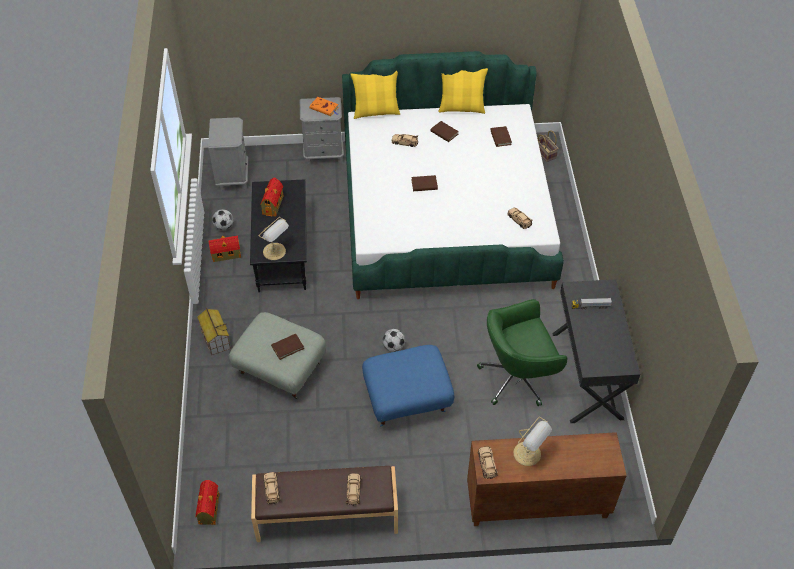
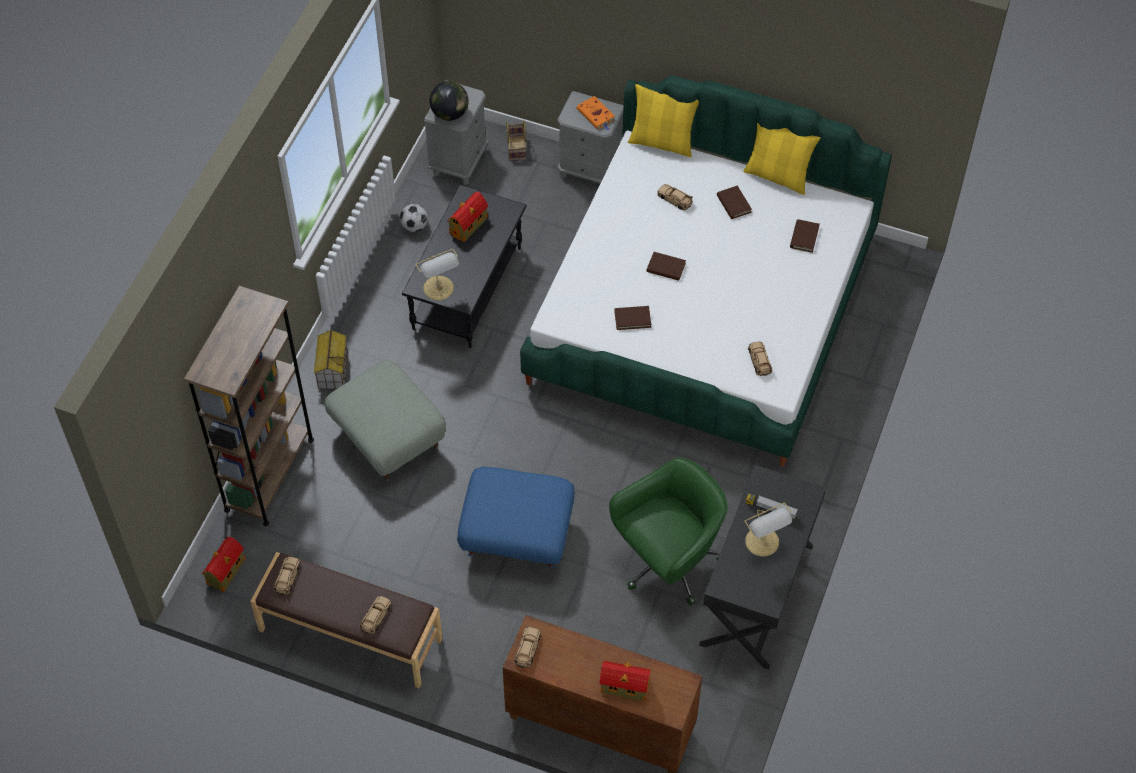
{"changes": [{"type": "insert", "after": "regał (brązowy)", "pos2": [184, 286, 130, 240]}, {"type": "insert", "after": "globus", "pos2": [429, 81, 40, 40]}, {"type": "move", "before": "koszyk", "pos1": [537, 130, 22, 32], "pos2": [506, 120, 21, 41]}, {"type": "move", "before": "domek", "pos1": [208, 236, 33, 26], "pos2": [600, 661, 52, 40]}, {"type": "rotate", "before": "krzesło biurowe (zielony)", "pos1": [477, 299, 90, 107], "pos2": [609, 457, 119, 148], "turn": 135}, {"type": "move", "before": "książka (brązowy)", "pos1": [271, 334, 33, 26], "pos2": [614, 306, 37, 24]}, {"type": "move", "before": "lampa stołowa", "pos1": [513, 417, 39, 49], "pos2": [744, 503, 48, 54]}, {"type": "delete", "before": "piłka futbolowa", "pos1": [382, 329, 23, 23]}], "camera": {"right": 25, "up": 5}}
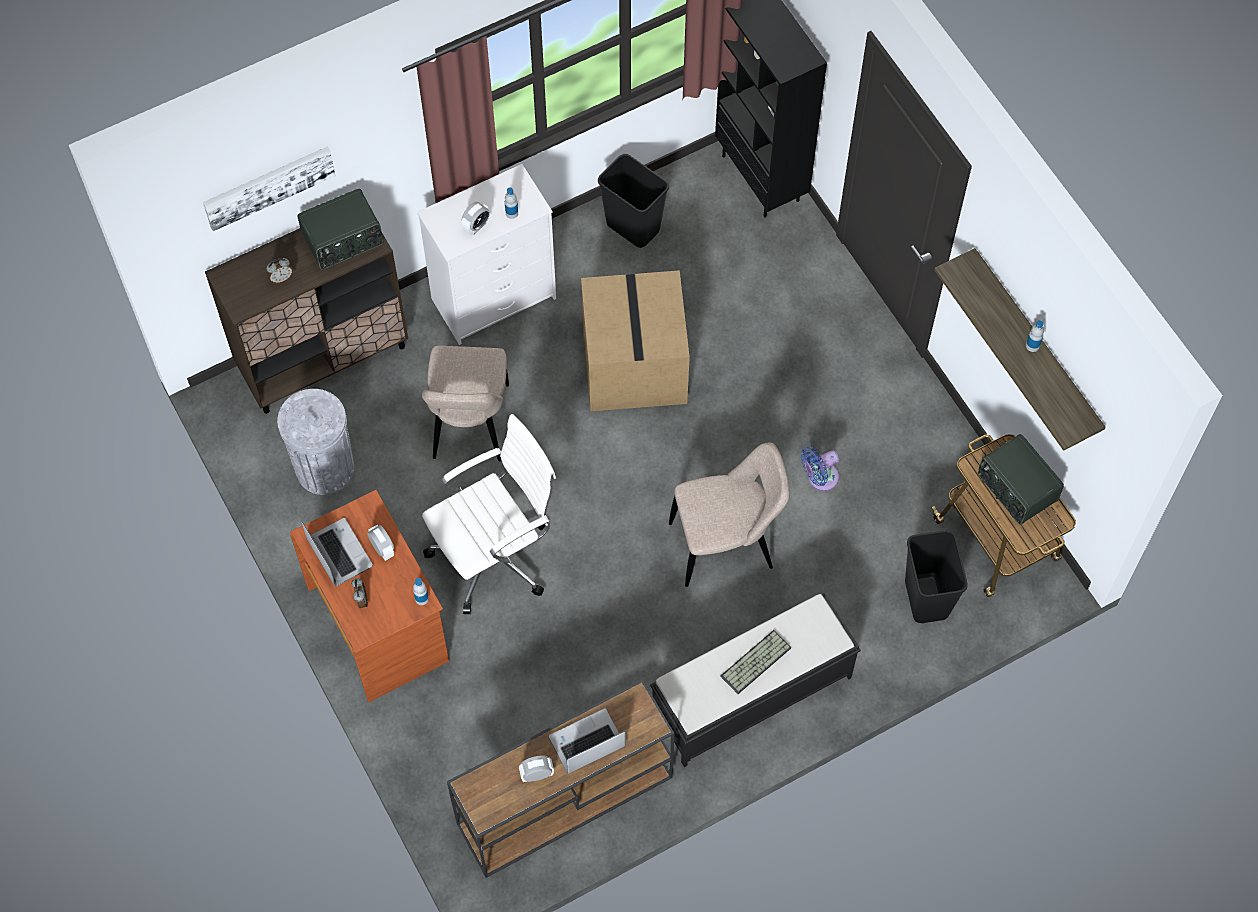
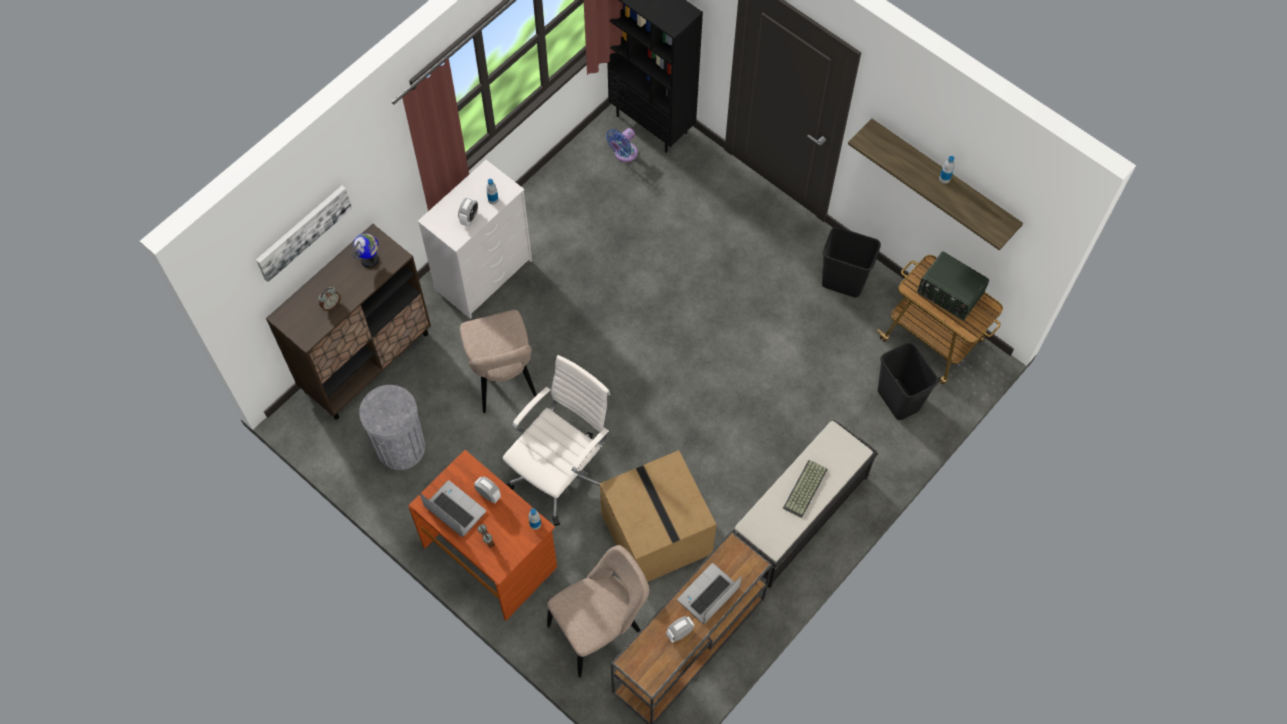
{"changes": [{"type": "replace", "before": "radio", "after": "globus", "pos1": [298, 189, 85, 81], "pos2": [353, 233, 26, 35]}, {"type": "move", "before": "krzesło (beżowy)", "pos1": [669, 443, 120, 144], "pos2": [547, 545, 102, 132]}, {"type": "move", "before": "karton", "pos1": [581, 270, 109, 141], "pos2": [600, 450, 117, 132]}, {"type": "move", "before": "wentylator (niebieski)", "pos1": [801, 447, 38, 44], "pos2": [606, 128, 32, 34]}, {"type": "move", "before": "kosz na śmieci (czarny)", "pos1": [598, 154, 71, 94], "pos2": [822, 227, 59, 71]}], "camera": {"right": -20, "up": 0}}
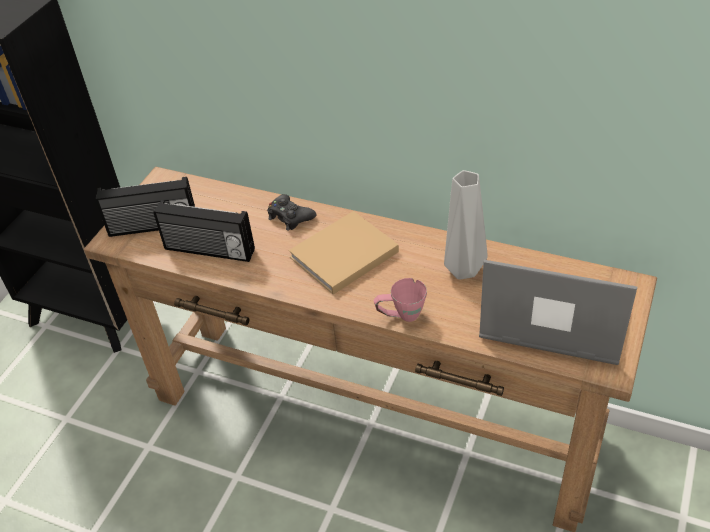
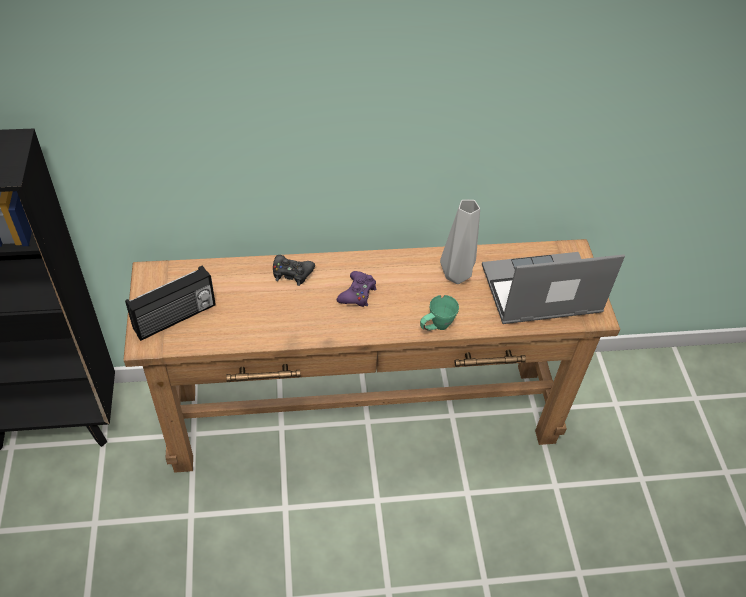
{"changes": [{"type": "replace", "before": "książka (beżowy)", "after": "pad do gier (fioletowy)", "pos1": [289, 211, 110, 84], "pos2": [337, 271, 39, 36]}, {"type": "recolor", "before": "kubek (różowy)", "after": "kubek (zielony)", "pos1": [374, 278, 53, 44], "pos2": [420, 295, 39, 36]}, {"type": "delete", "before": "radio", "pos1": [153, 200, 102, 62]}], "camera": {"right": -35, "up": 5}}
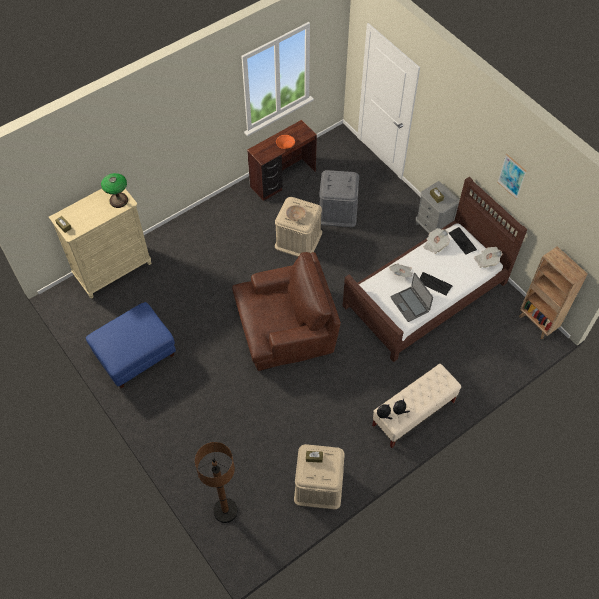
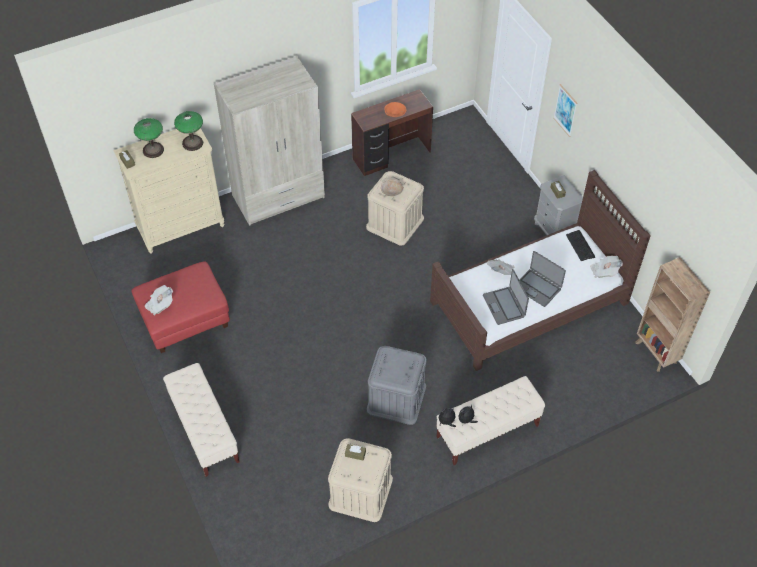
{"changes": [{"type": "recolor", "before": "pufa (niebieski)", "after": "pufa (czerwony)", "pos1": [86, 302, 90, 86], "pos2": [132, 261, 98, 92]}, {"type": "insert", "after": "lampa stołowa", "pos2": [134, 118, 30, 40]}, {"type": "move", "before": "gazeta", "pos1": [424, 228, 26, 26], "pos2": [145, 285, 28, 31]}, {"type": "insert", "after": "ławka (beżowy)", "pos2": [163, 363, 77, 114]}, {"type": "insert", "after": "szafa (beżowy)", "pos2": [214, 56, 111, 170]}, {"type": "move", "before": "pojemnik do przechowywania (szary)", "pos1": [319, 170, 40, 57], "pos2": [367, 346, 60, 79]}, {"type": "replace", "before": "klawiatura", "after": "laptop", "pos1": [419, 272, 33, 23], "pos2": [519, 251, 47, 56]}, {"type": "move", "before": "obraz", "pos1": [497, 154, 30, 45], "pos2": [554, 84, 23, 53]}, {"type": "delete", "before": "lampa stojąca (brązowy)", "pos1": [195, 442, 43, 81]}, {"type": "delete", "before": "fotel (brązowy)", "pos1": [232, 252, 109, 119]}], "camera": {"right": 10, "up": -5}}
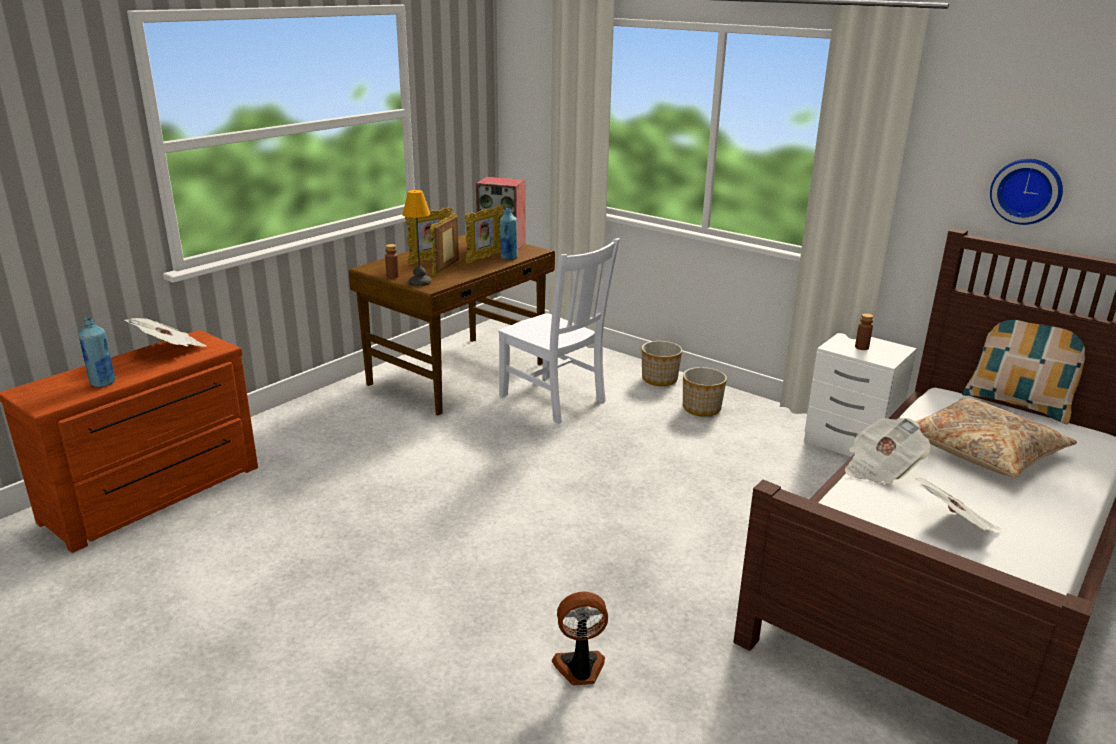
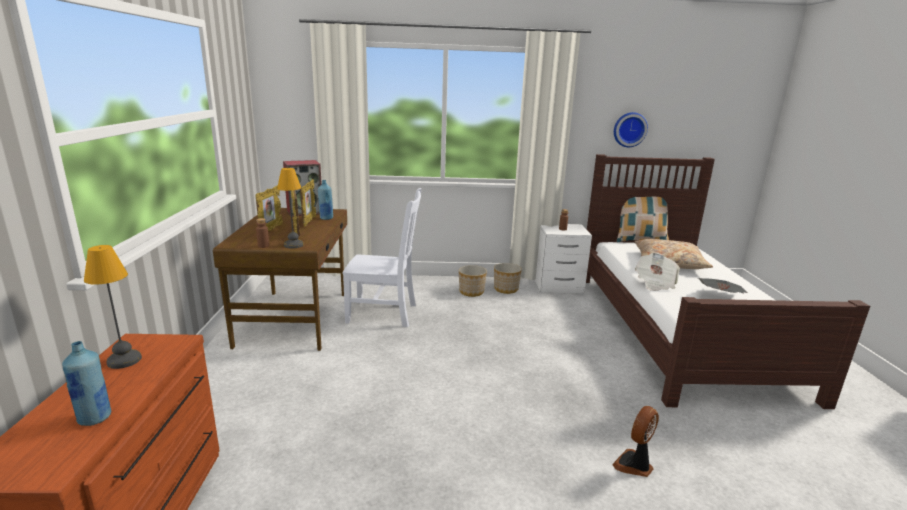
{"changes": [{"type": "replace", "before": "gazeta", "after": "lampa stołowa", "pos1": [125, 318, 82, 29], "pos2": [84, 245, 58, 124]}, {"type": "move", "before": "donica", "pos1": [642, 341, 40, 45], "pos2": [494, 263, 28, 31]}], "camera": {"right": -40, "up": -5}}
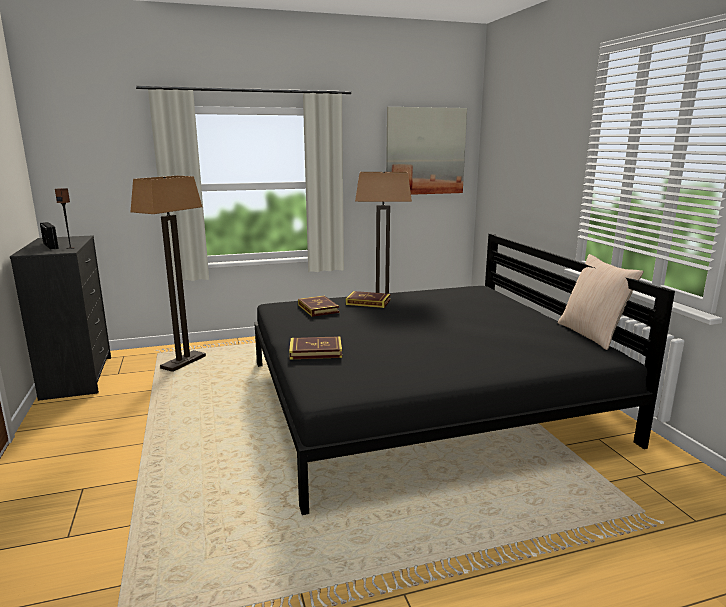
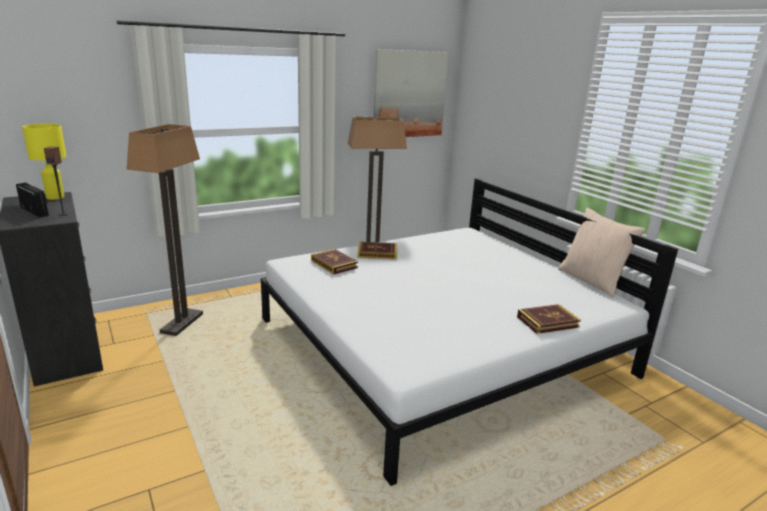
{"changes": [{"type": "insert", "after": "lampa stołowa (żółty)", "pos2": [22, 123, 44, 77]}, {"type": "recolor", "before": "łóżko (czarny)", "after": "łóżko (biały)", "pos1": [254, 233, 421, 282], "pos2": [261, 178, 417, 308]}, {"type": "move", "before": "książka", "pos1": [289, 336, 53, 23], "pos2": [517, 304, 64, 30]}], "camera": {"right": -15, "up": 5}}
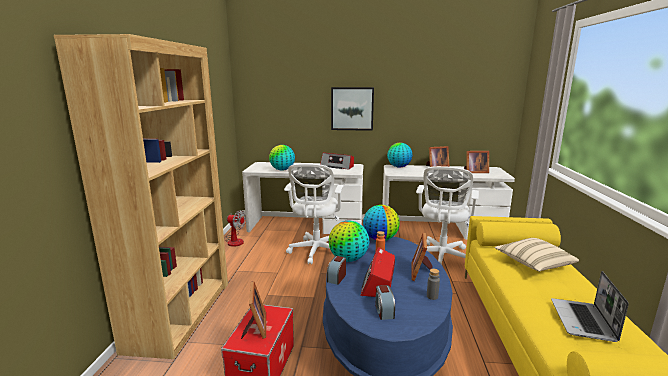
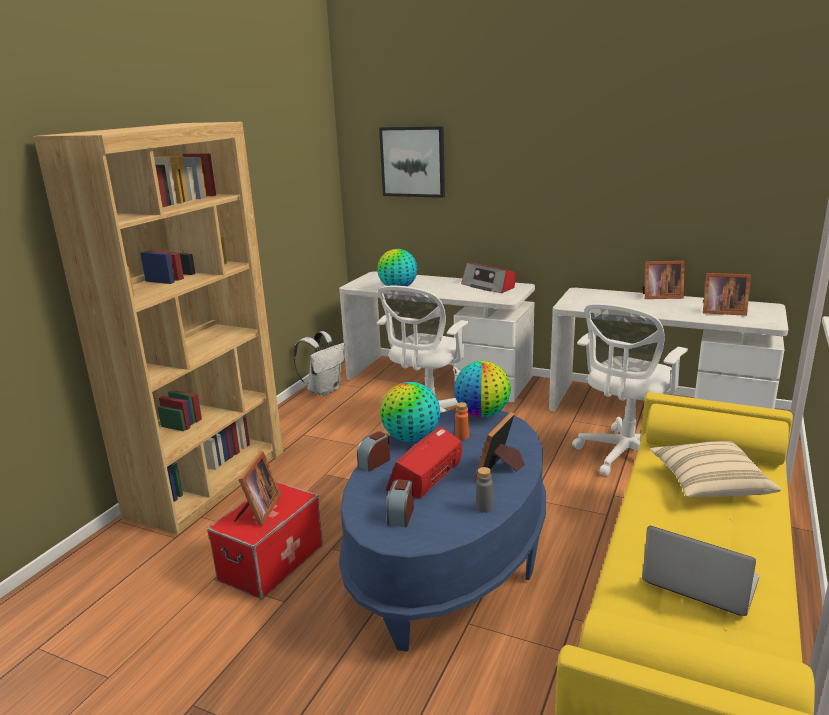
{"changes": [{"type": "replace", "before": "wentylator", "after": "plecak (biały)", "pos1": [226, 210, 20, 37], "pos2": [294, 331, 51, 65]}, {"type": "move", "before": "obraz", "pos1": [331, 87, 43, 44], "pos2": [379, 126, 66, 72]}, {"type": "rotate", "before": "laptop", "pos1": [551, 271, 78, 71], "pos2": [642, 526, 117, 90], "turn": 90}, {"type": "delete", "before": "globus", "pos1": [387, 143, 25, 25]}], "camera": {"right": 20, "up": 5}}
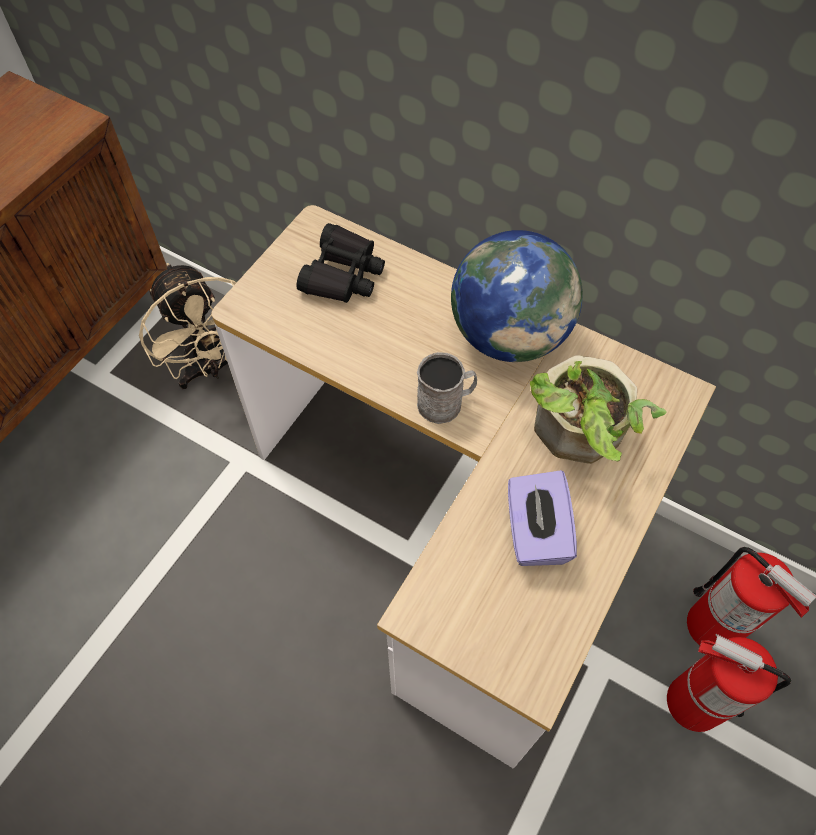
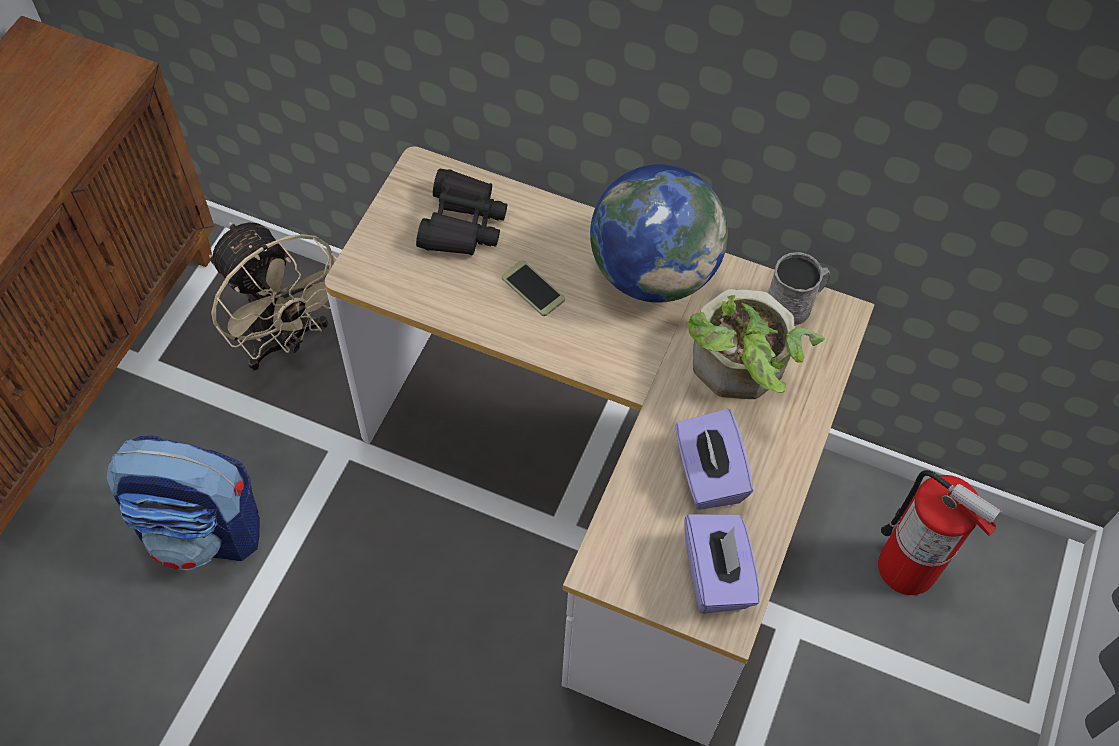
{"changes": [{"type": "insert", "after": "plecak", "pos2": [106, 436, 154, 134]}, {"type": "insert", "after": "telefon", "pos2": [502, 261, 63, 55]}, {"type": "insert", "after": "pudełko chusteczek (fioletowy)", "pos2": [685, 514, 75, 100]}, {"type": "move", "before": "kubek (szary)", "pos1": [417, 352, 60, 72], "pos2": [769, 252, 61, 74]}, {"type": "delete", "before": "gaśnica", "pos1": [667, 634, 124, 98]}], "camera": {"right": -10, "up": 0}}
